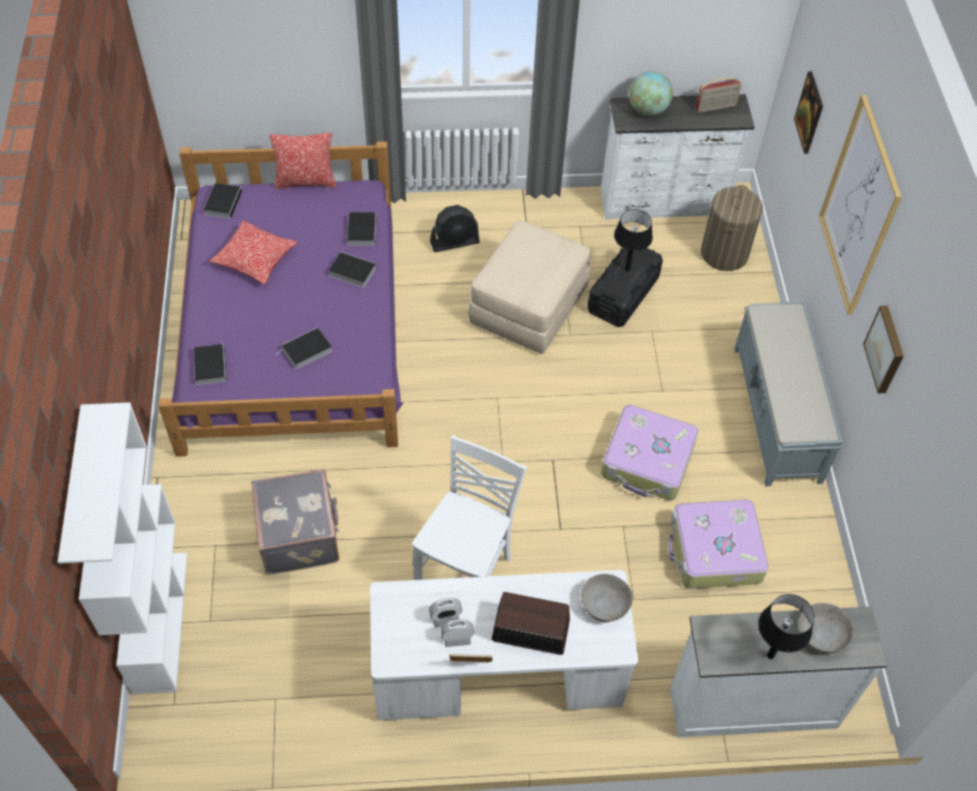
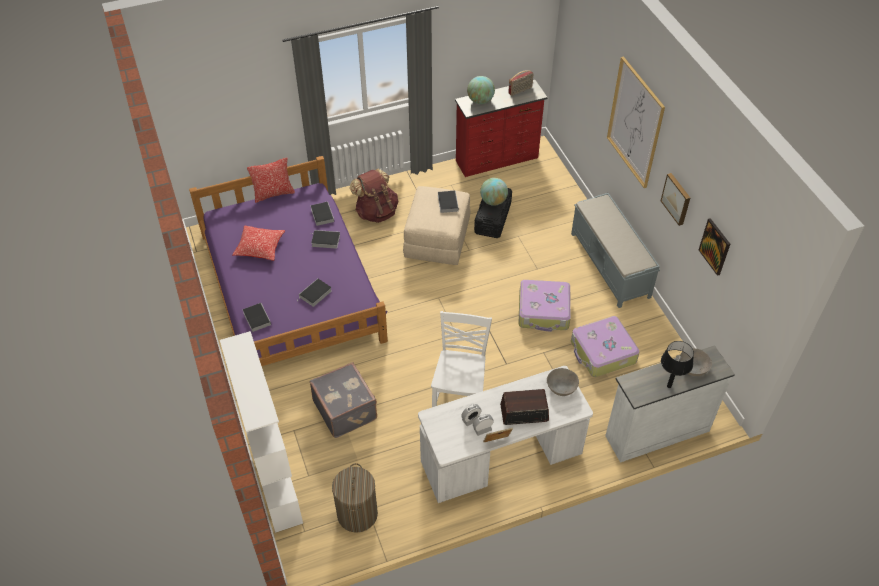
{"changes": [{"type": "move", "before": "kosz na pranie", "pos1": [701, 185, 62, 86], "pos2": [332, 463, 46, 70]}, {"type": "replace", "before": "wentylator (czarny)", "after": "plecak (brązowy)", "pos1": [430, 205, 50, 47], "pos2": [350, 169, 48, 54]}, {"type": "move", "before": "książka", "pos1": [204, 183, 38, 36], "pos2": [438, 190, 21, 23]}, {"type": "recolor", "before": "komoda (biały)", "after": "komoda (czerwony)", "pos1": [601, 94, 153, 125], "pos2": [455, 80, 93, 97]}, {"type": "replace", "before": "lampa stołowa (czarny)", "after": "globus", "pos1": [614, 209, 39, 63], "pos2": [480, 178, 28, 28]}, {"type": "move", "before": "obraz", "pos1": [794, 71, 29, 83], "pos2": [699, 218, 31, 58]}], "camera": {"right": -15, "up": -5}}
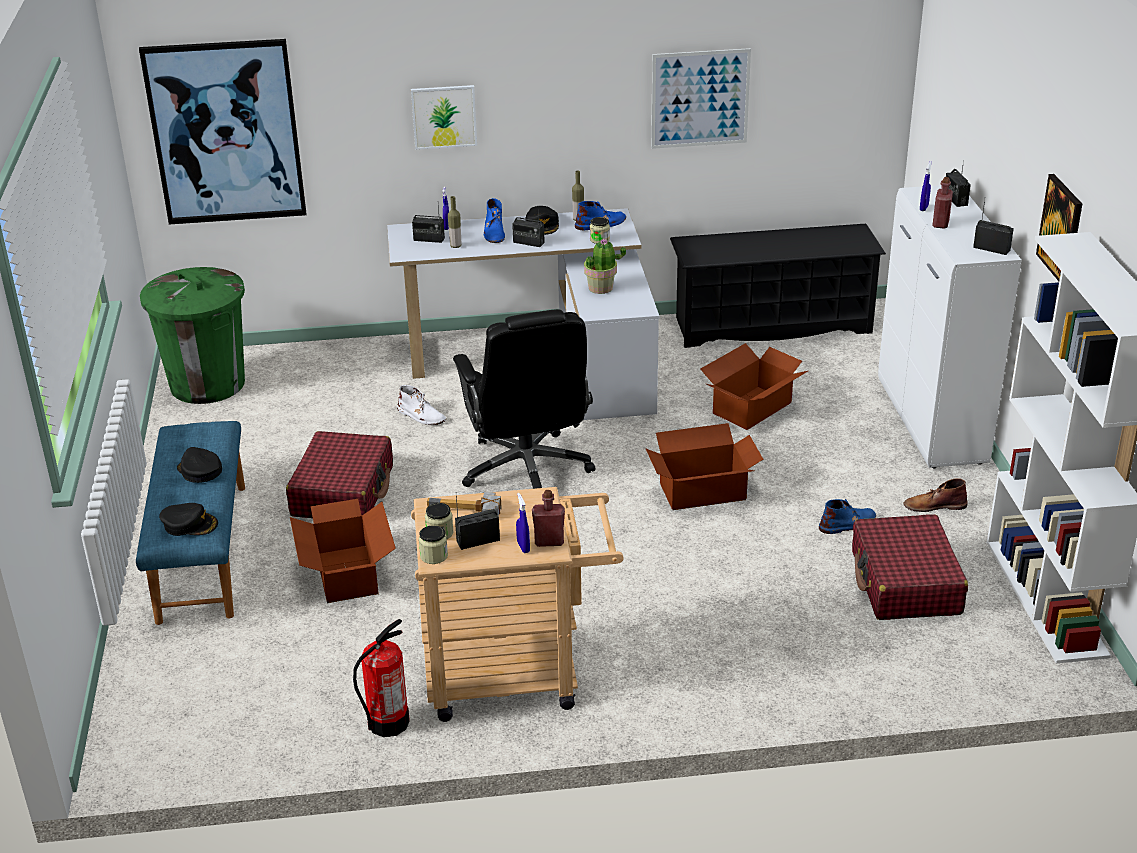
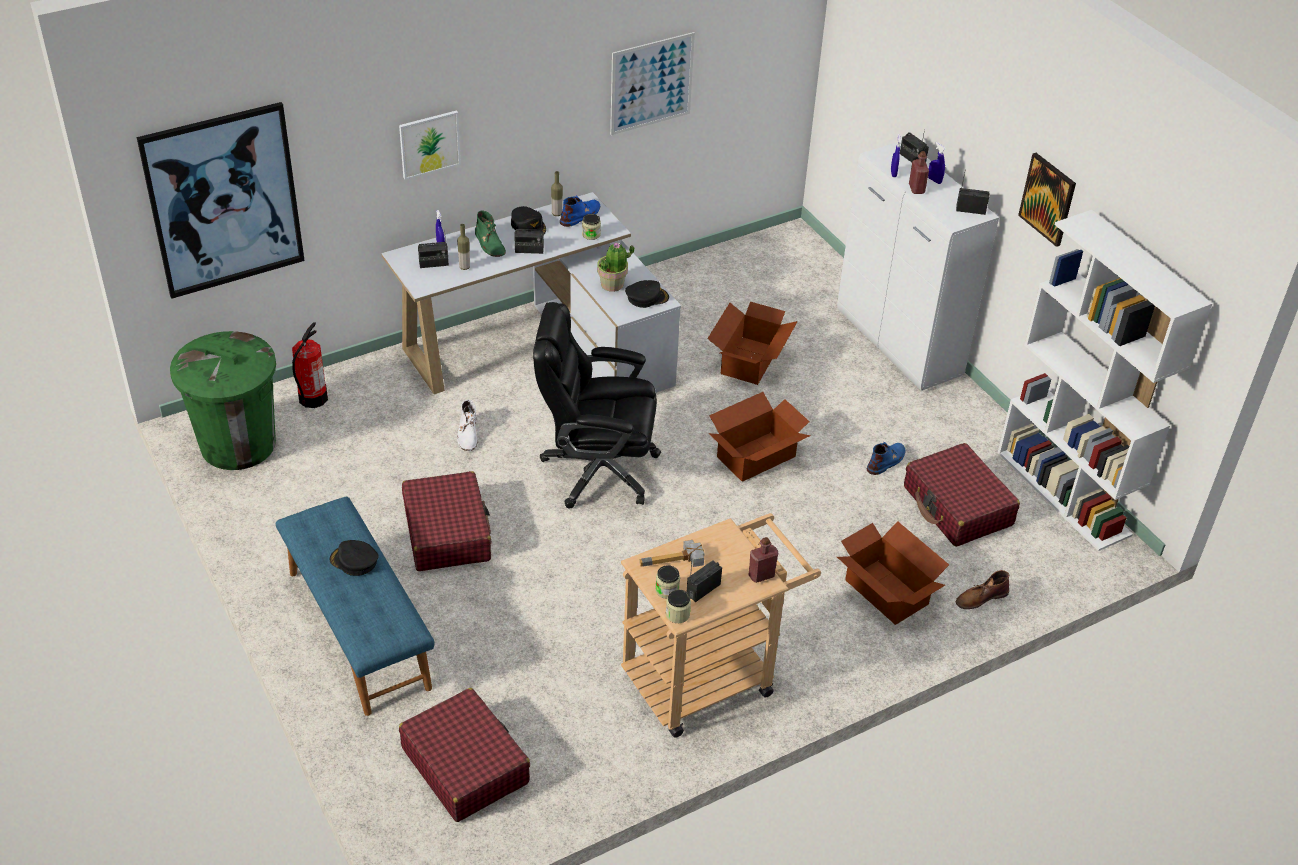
{"changes": [{"type": "move", "before": "gaśnica", "pos1": [353, 619, 57, 118], "pos2": [292, 322, 36, 86]}, {"type": "insert", "after": "walizka (czerwony)", "pos2": [399, 688, 131, 134]}, {"type": "rotate", "before": "but z cholewką (biały)", "pos1": [397, 385, 49, 40], "pos2": [457, 400, 21, 51], "turn": 75}, {"type": "recolor", "before": "but z cholewką (niebieski)", "after": "but z cholewką (zielony)", "pos1": [484, 198, 21, 45], "pos2": [475, 210, 31, 47]}, {"type": "rotate", "before": "krzesło biurowe (czarny)", "pos1": [453, 309, 143, 180], "pos2": [533, 302, 128, 206], "turn": 135}, {"type": "move", "before": "czapka z daszkiem (czarny)", "pos1": [159, 503, 59, 33], "pos2": [625, 280, 44, 28]}, {"type": "move", "before": "karton", "pos1": [290, 499, 106, 104], "pos2": [837, 521, 112, 104]}, {"type": "move", "before": "spryskiwacz (niebieski)", "pos1": [516, 493, 14, 60], "pos2": [928, 142, 18, 42]}, {"type": "move", "before": "but z cholewką (brązowy)", "pos1": [904, 478, 64, 34], "pos2": [956, 570, 53, 39]}, {"type": "delete", "before": "regał na buty (czarny)", "pos1": [670, 224, 216, 124]}], "camera": {"right": -25, "up": 10}}
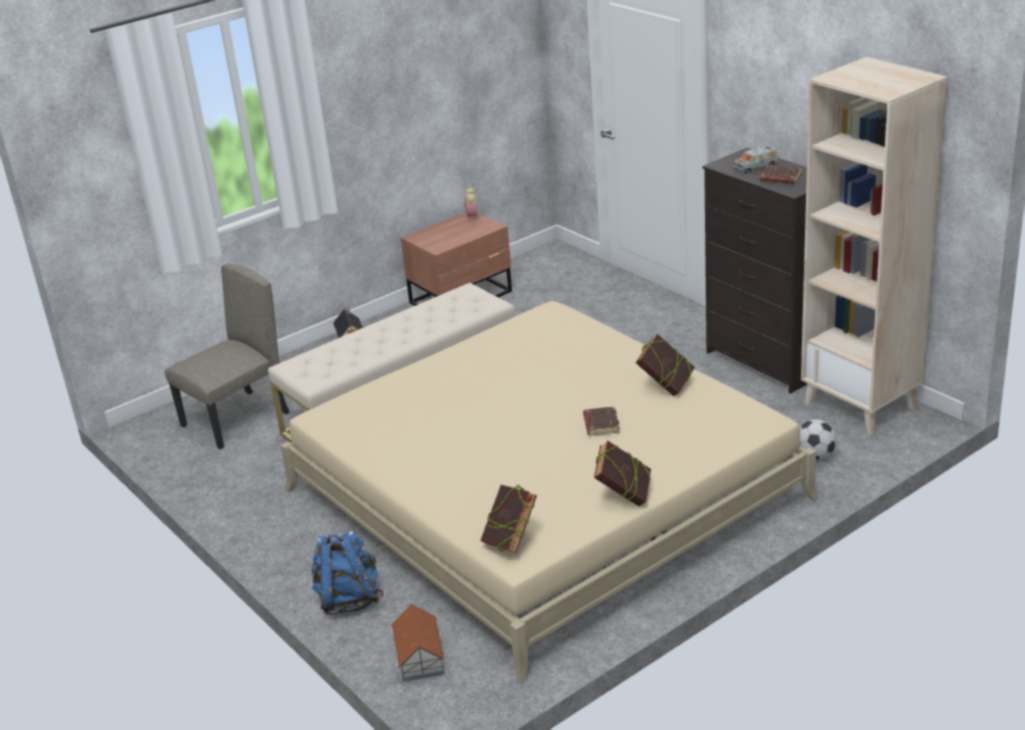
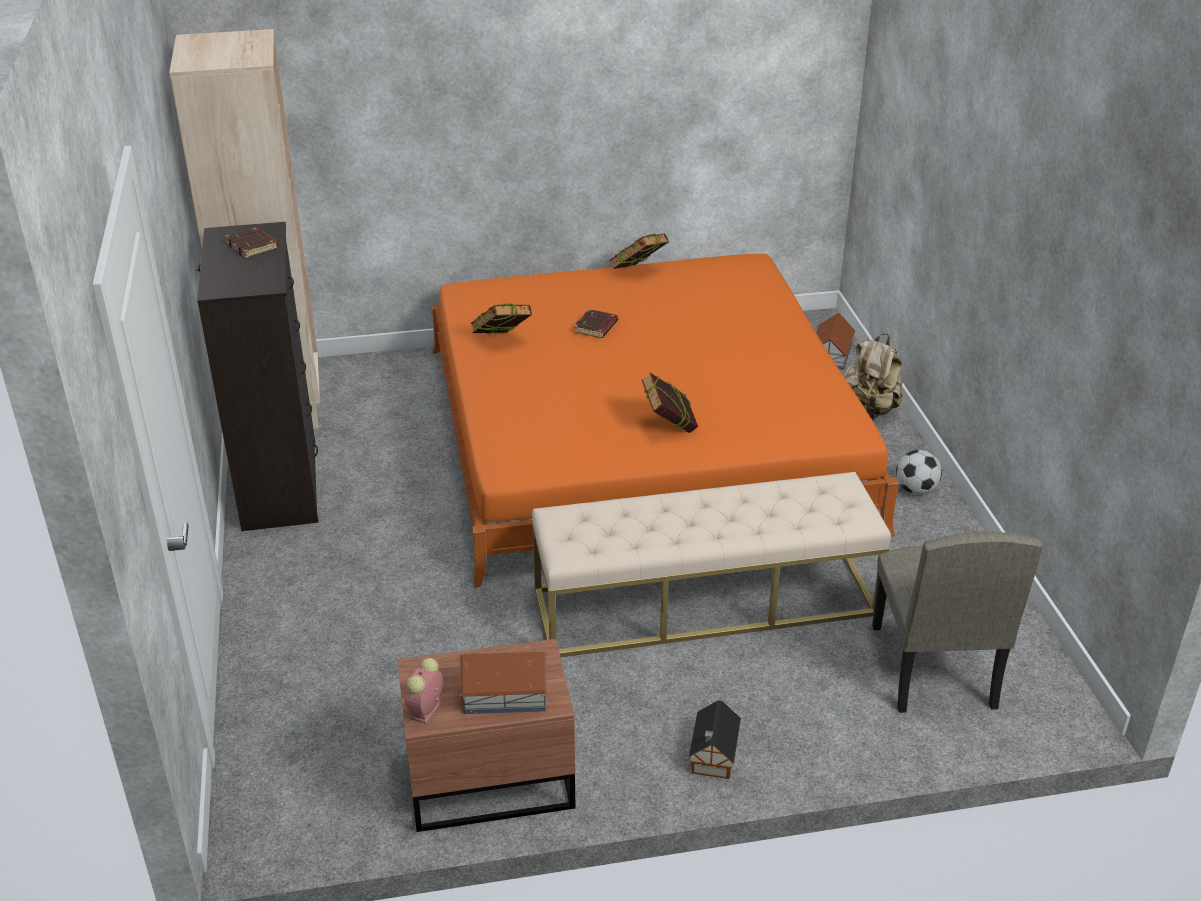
{"changes": [{"type": "recolor", "before": "łóżko (beżowy)", "after": "łóżko (pomarańczowy)", "pos1": [280, 301, 539, 383], "pos2": [432, 254, 467, 334]}, {"type": "insert", "after": "domek", "pos2": [460, 651, 88, 63]}, {"type": "move", "before": "książka", "pos1": [480, 484, 57, 69], "pos2": [641, 373, 57, 60]}, {"type": "recolor", "before": "plecak (niebieski)", "after": "plecak (beżowy)", "pos1": [312, 530, 72, 85], "pos2": [844, 333, 59, 86]}, {"type": "rotate", "before": "krzesło (beżowy)", "pos1": [165, 264, 125, 185], "pos2": [872, 531, 170, 182], "turn": -75}, {"type": "move", "before": "piłka futbolowa", "pos1": [799, 419, 38, 41], "pos2": [896, 450, 46, 45]}, {"type": "delete", "before": "ciężarówka zabawkowa", "pos1": [734, 145, 44, 29]}], "camera": {"right": -155, "up": 5}}
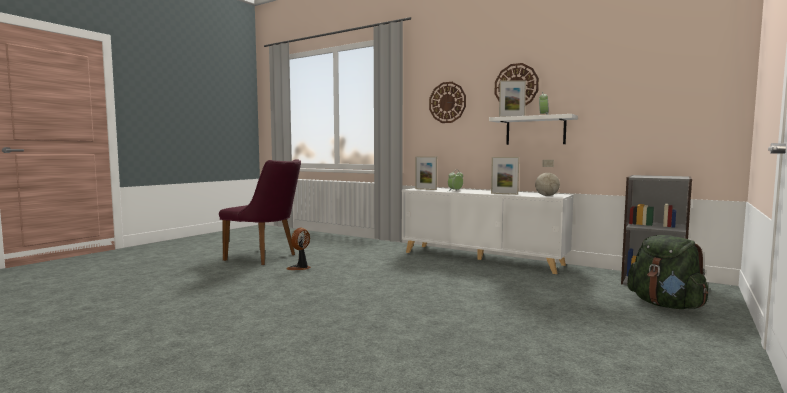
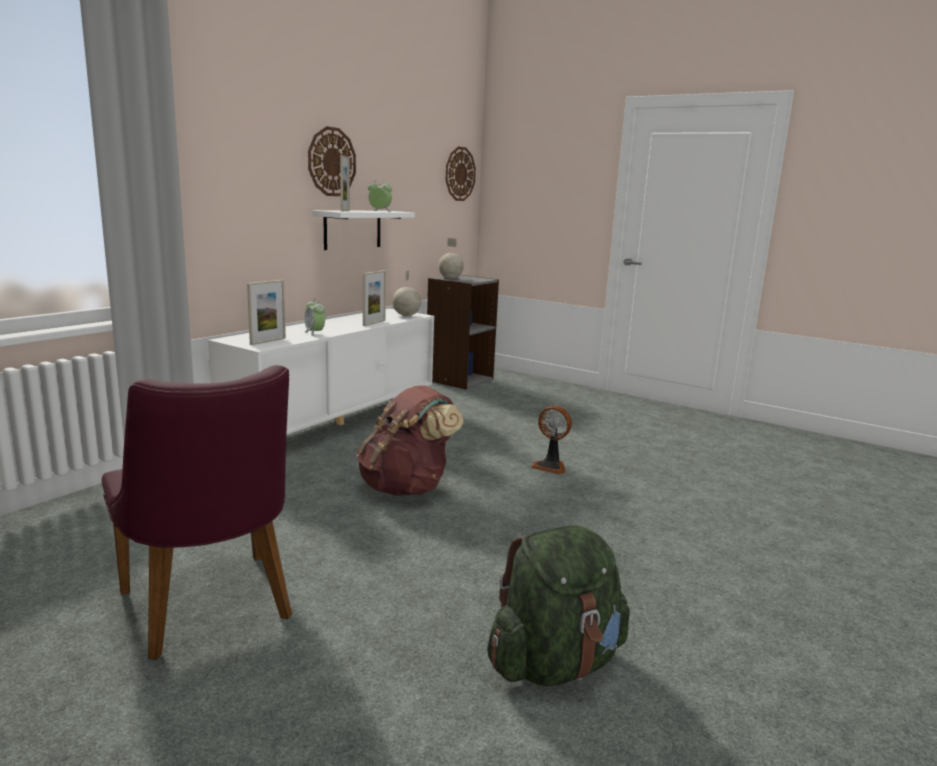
{"changes": [{"type": "rotate", "before": "krzesło (fioletowy)", "pos1": [219, 159, 82, 106], "pos2": [102, 365, 190, 295], "turn": 120}, {"type": "insert", "after": "plecak (brązowy)", "pos2": [356, 385, 108, 111]}, {"type": "insert", "after": "globus", "pos2": [438, 238, 26, 41]}, {"type": "move", "before": "zegar ścienny", "pos1": [429, 82, 37, 41], "pos2": [446, 146, 30, 55]}, {"type": "move", "before": "plecak (zielony)", "pos1": [627, 235, 81, 74], "pos2": [487, 525, 143, 161]}, {"type": "move", "before": "wentylator", "pos1": [287, 228, 24, 42], "pos2": [530, 405, 42, 69]}], "camera": {"right": -90, "up": 10}}
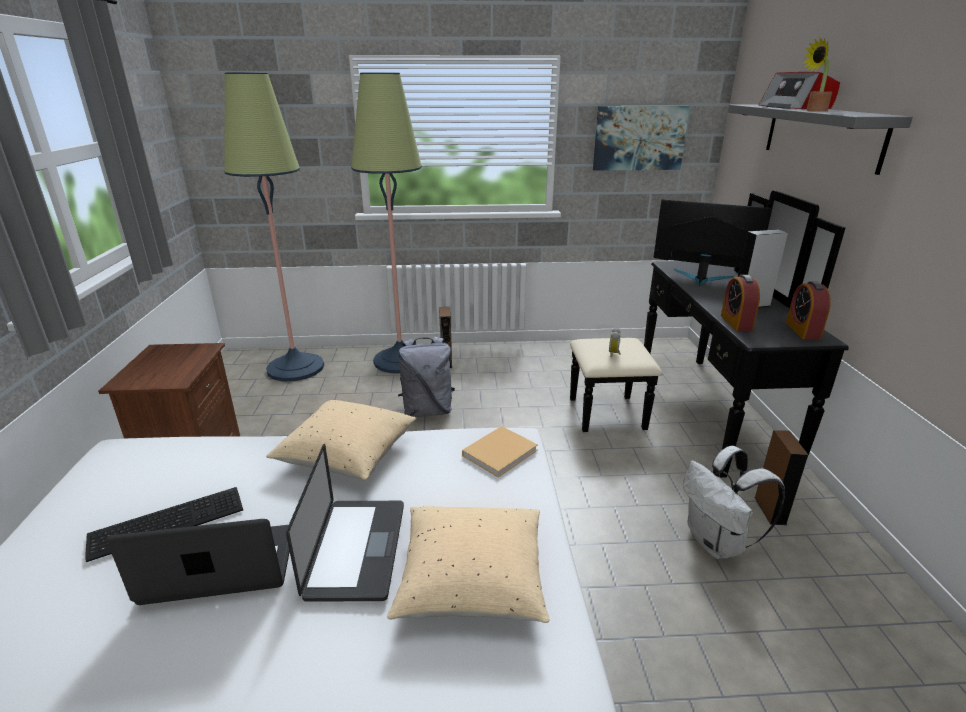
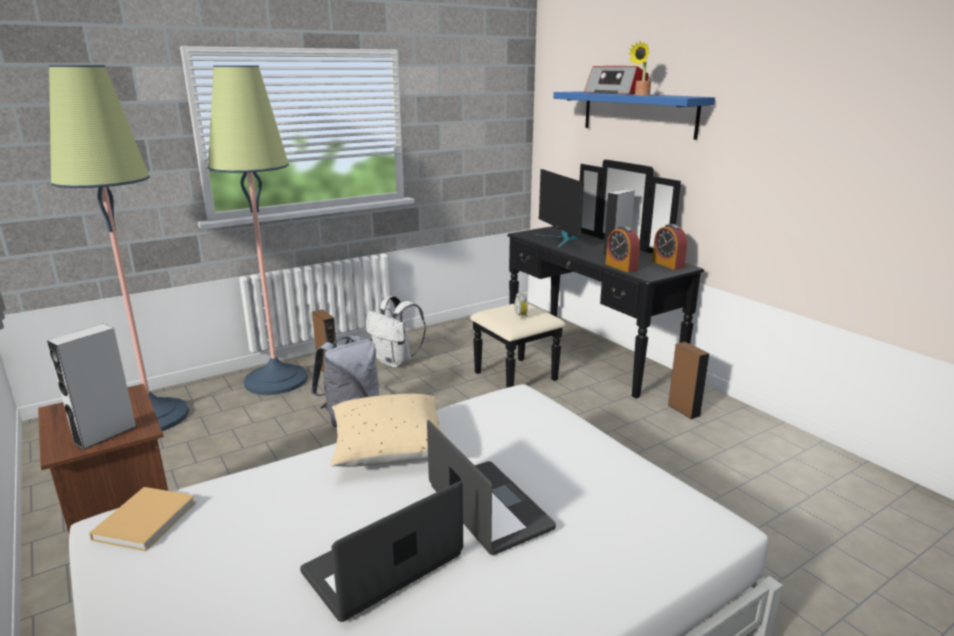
{"changes": [{"type": "insert", "after": "głośnik (szary)", "pos2": [47, 323, 90, 127]}, {"type": "move", "before": "książka (beżowy)", "pos1": [462, 426, 76, 51], "pos2": [89, 487, 107, 64]}, {"type": "move", "before": "plecak (biały)", "pos1": [683, 446, 102, 113], "pos2": [366, 296, 60, 72]}, {"type": "rotate", "before": "monitor", "pos1": [653, 199, 118, 87], "pos2": [534, 169, 50, 79], "turn": -105}, {"type": "recolor", "before": "półka (szary)", "after": "półka (niebieski)", "pos1": [728, 105, 185, 70], "pos2": [553, 91, 162, 49]}, {"type": "delete", "before": "klawiatura", "pos1": [85, 487, 158, 75]}, {"type": "delete", "before": "poduszka (beżowy)", "pos1": [387, 506, 163, 117]}, {"type": "delete", "before": "obraz", "pos1": [593, 106, 97, 65]}], "camera": {"right": -30, "up": -5}}
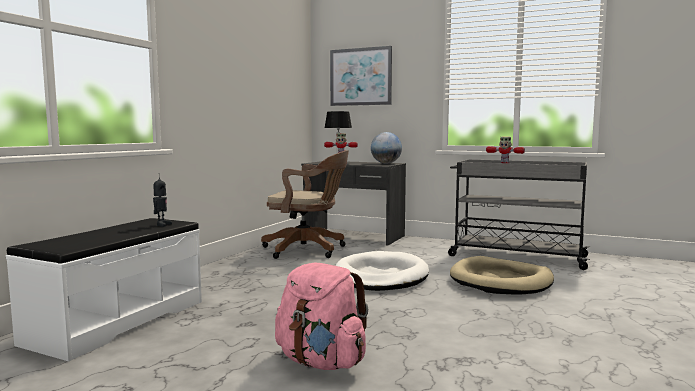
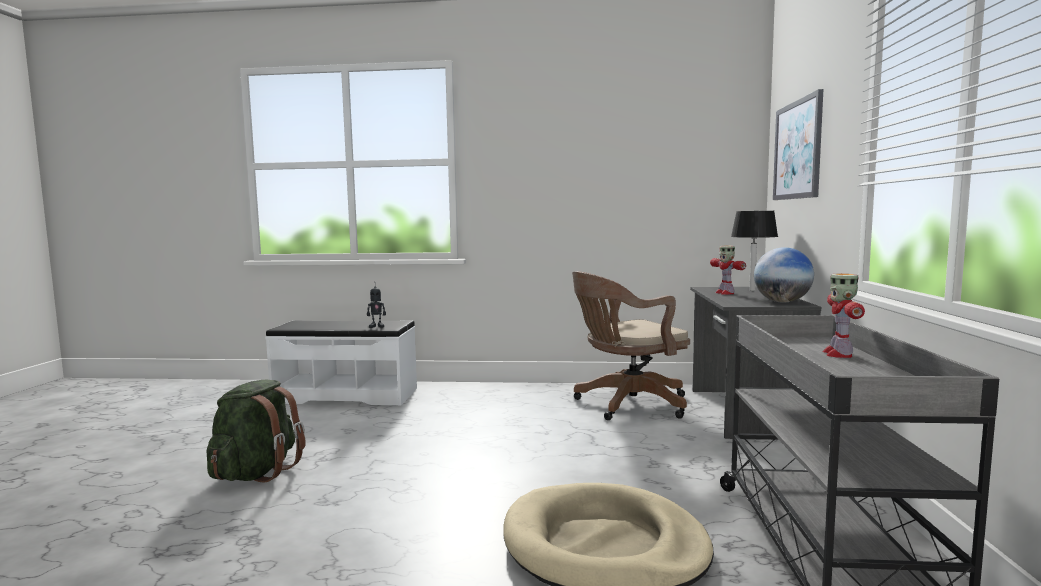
{"changes": [{"type": "recolor", "before": "plecak (różowy)", "after": "plecak (zielony)", "pos1": [275, 263, 93, 107], "pos2": [207, 380, 99, 103]}, {"type": "rotate", "before": "krzesło biurowe (brązowy)", "pos1": [261, 150, 88, 109], "pos2": [572, 271, 118, 149], "turn": 75}, {"type": "delete", "before": "legowisko (biały)", "pos1": [335, 251, 94, 40]}], "camera": {"right": 70, "up": 0}}
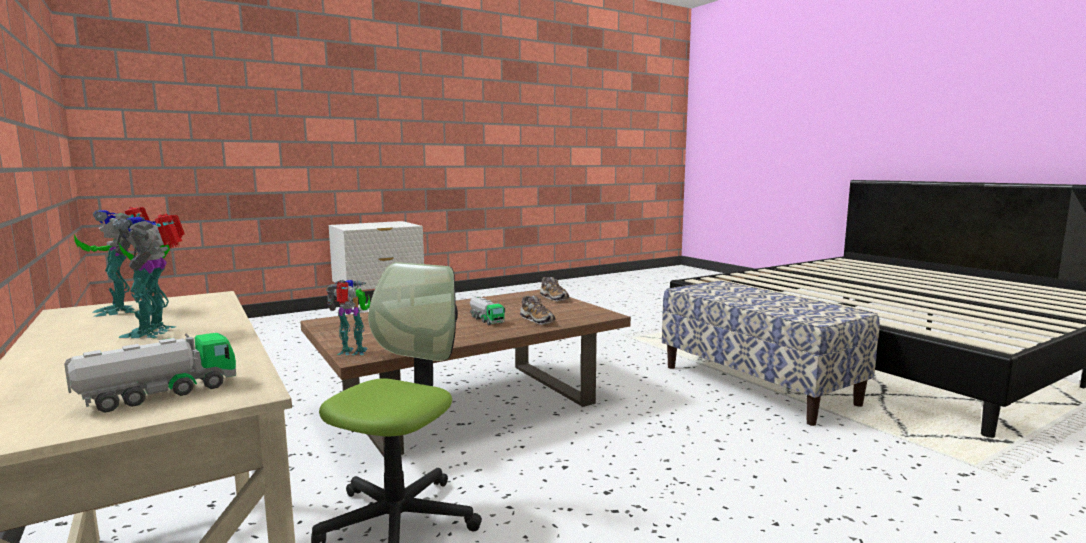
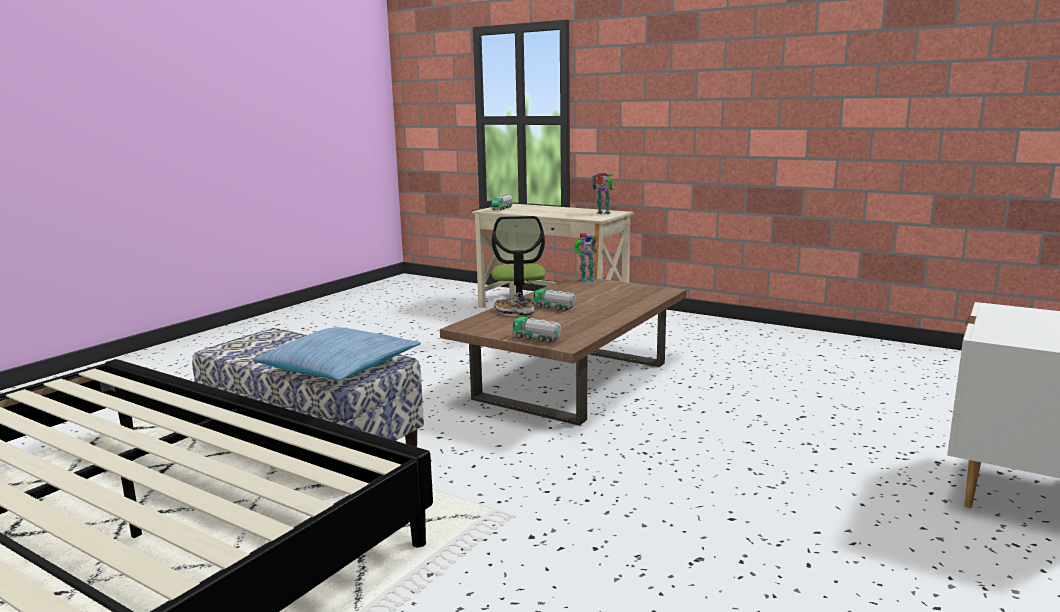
{"changes": [{"type": "insert", "after": "poduszka", "pos2": [252, 327, 169, 53]}, {"type": "replace", "before": "but", "after": "ciężarówka zabawkowa", "pos1": [540, 277, 29, 24], "pos2": [513, 317, 48, 26]}, {"type": "delete", "before": "robot zabawkowy", "pos1": [113, 213, 72, 125]}], "camera": {"right": 155, "up": 5}}
